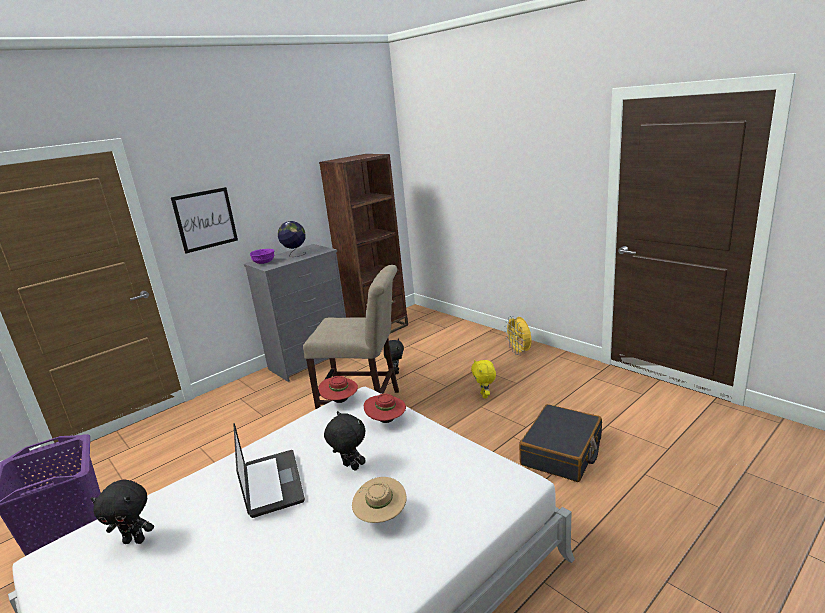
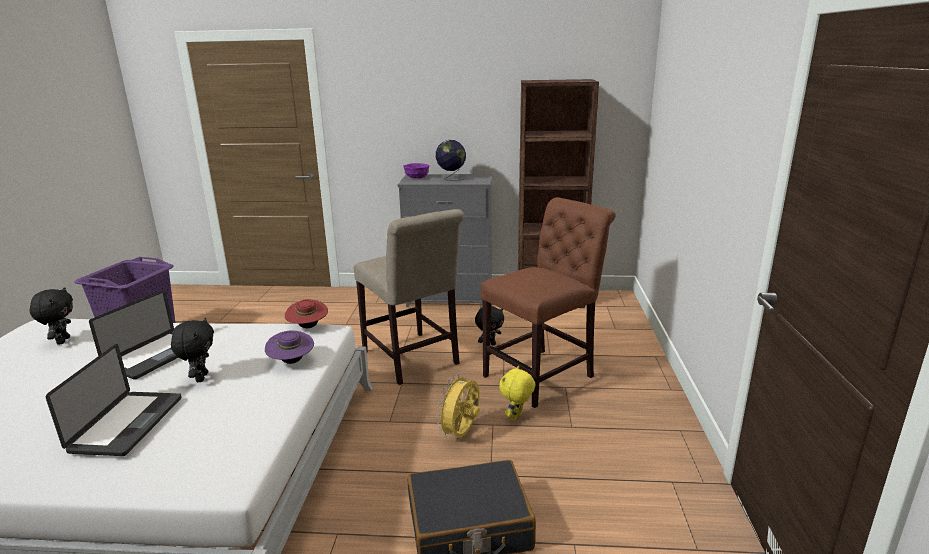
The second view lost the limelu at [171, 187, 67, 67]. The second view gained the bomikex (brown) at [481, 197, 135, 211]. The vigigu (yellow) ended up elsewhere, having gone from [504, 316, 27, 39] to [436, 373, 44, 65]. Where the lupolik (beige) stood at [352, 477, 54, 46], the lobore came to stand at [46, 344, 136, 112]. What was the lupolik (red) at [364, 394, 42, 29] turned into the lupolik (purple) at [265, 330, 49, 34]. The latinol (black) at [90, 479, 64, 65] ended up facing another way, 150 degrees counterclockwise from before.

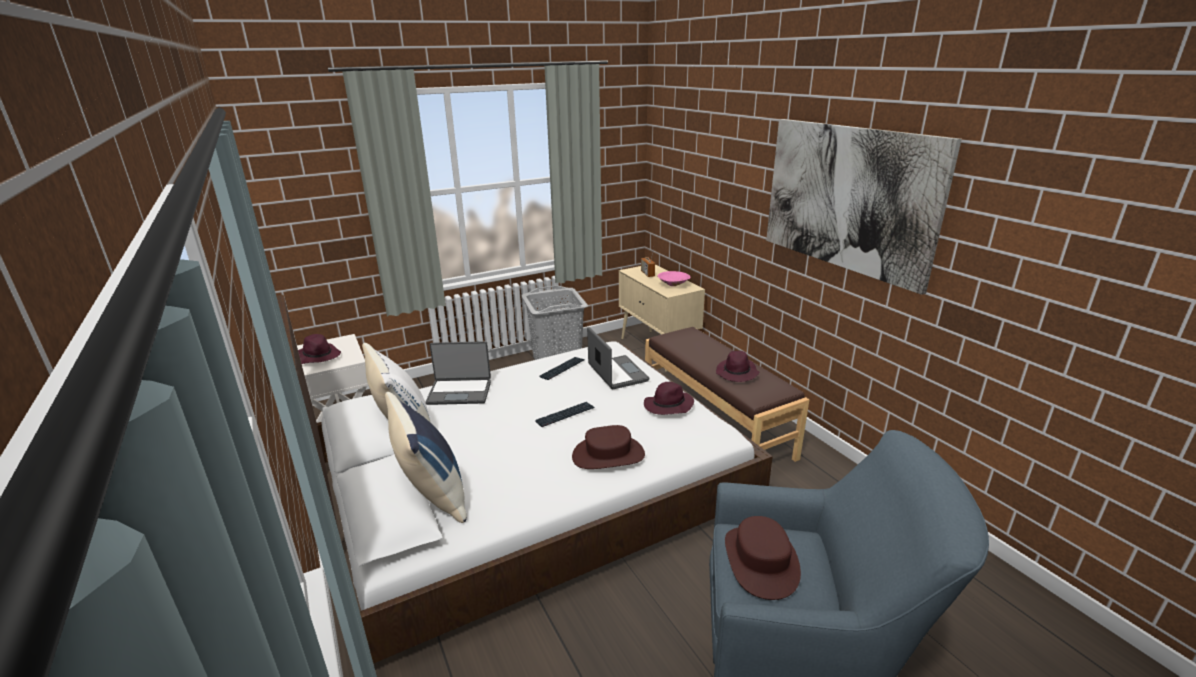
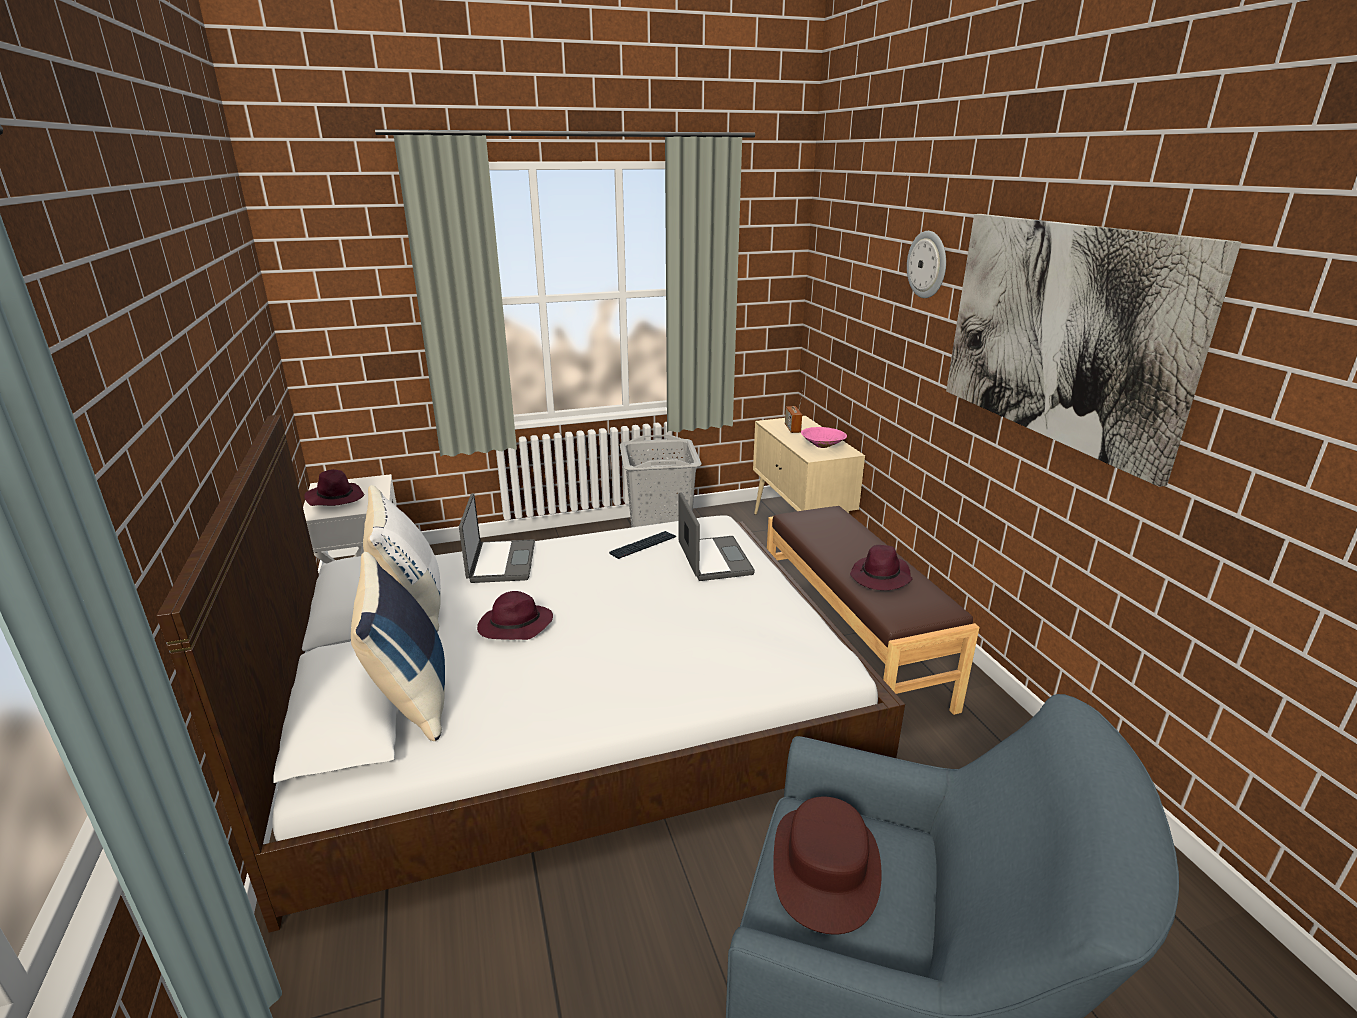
The second view lost the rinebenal at [535, 402, 59, 25]. The second view lost the lupolik (brown) at [572, 425, 73, 44]. The second view gained the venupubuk at [907, 231, 39, 67]. The lupolik (purple) ended up elsewhere, having gone from [644, 382, 50, 33] to [477, 591, 76, 49]. The lobore at [425, 341, 66, 64] ended up facing another way, 105 degrees counterclockwise from before.

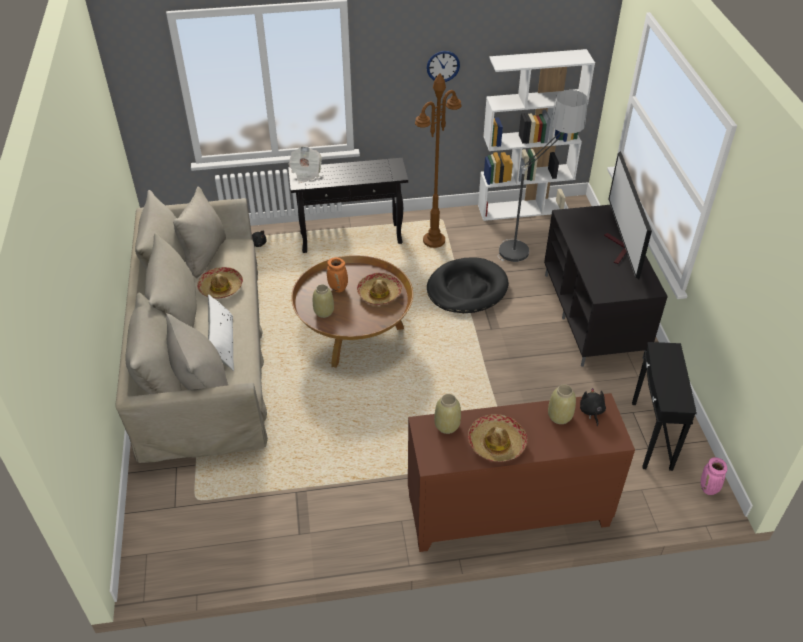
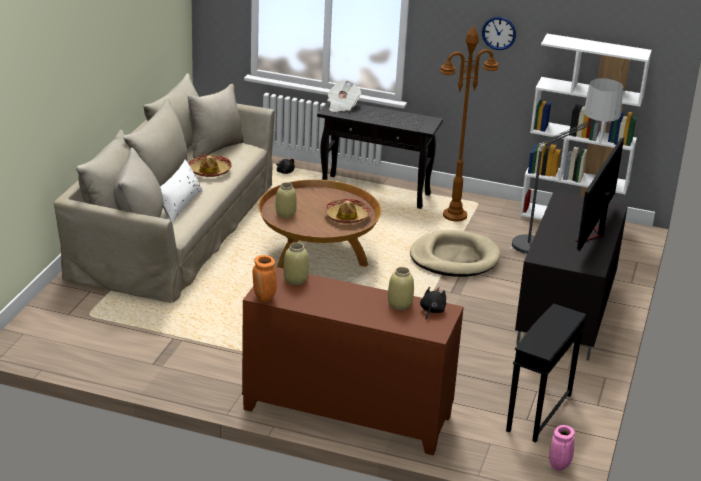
The second view lost the lupolik at [468, 414, 59, 48]. The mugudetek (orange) ended up elsewhere, having gone from [326, 257, 22, 35] to [253, 255, 24, 47]. What was the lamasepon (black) at [427, 258, 81, 55] turned into the lamasepon (beige) at [410, 230, 91, 47].

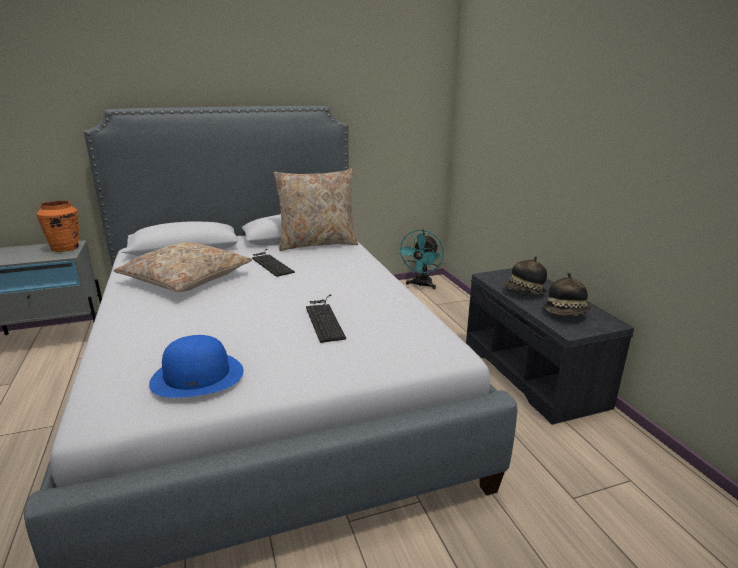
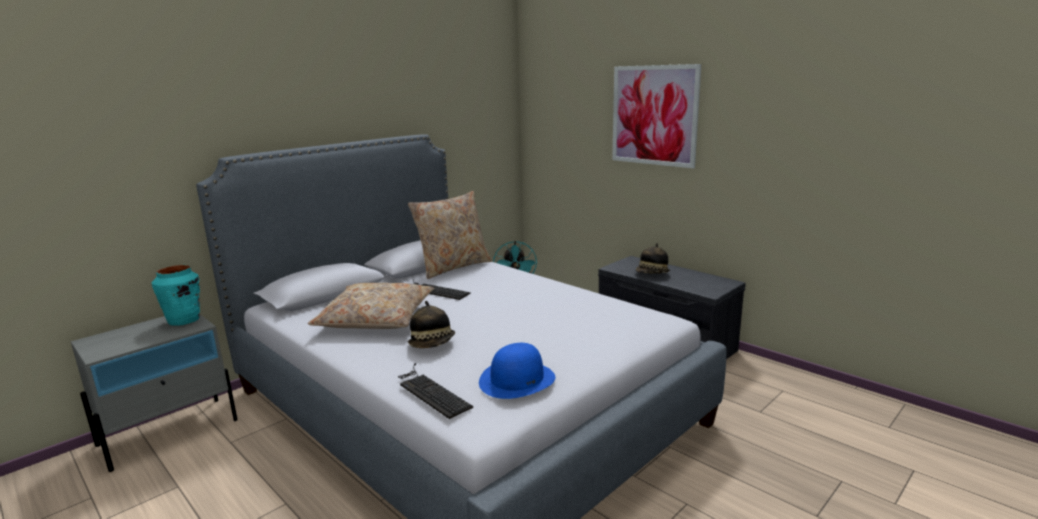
The second view gained the limelu at [612, 64, 89, 104]. The rinebenal ended up elsewhere, having gone from [306, 294, 40, 49] to [398, 363, 75, 56]. The lupolik ended up elsewhere, having gone from [544, 273, 47, 43] to [408, 301, 47, 47]. What was the mugudetek (orange) at [36, 201, 43, 51] turned into the mugudetek (turquoise) at [152, 265, 48, 61].

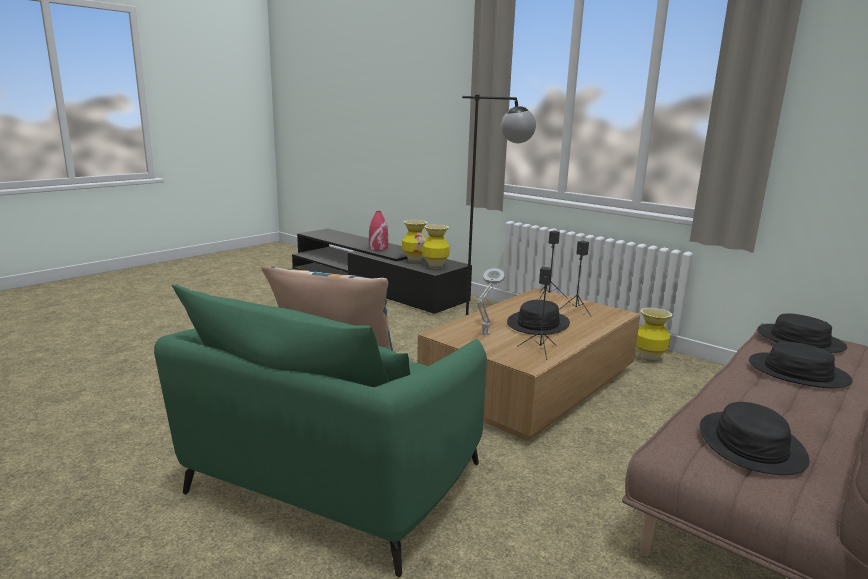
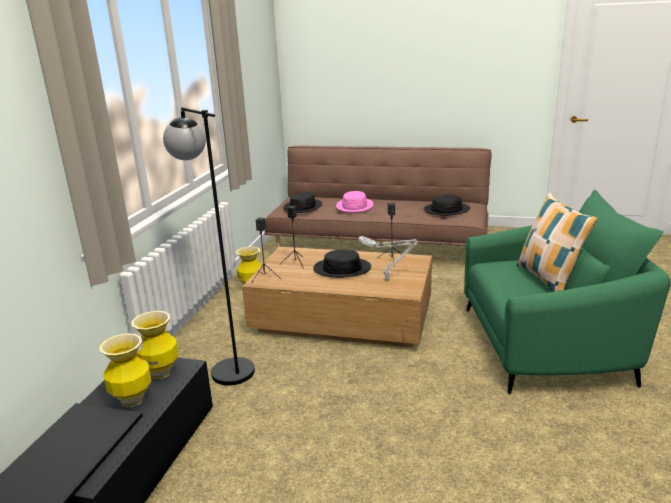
The second view lost the mugudetek (red) at [369, 211, 19, 40]. What was the lupolik (black) at [749, 341, 104, 47] turned into the lupolik (pink) at [336, 191, 37, 21].

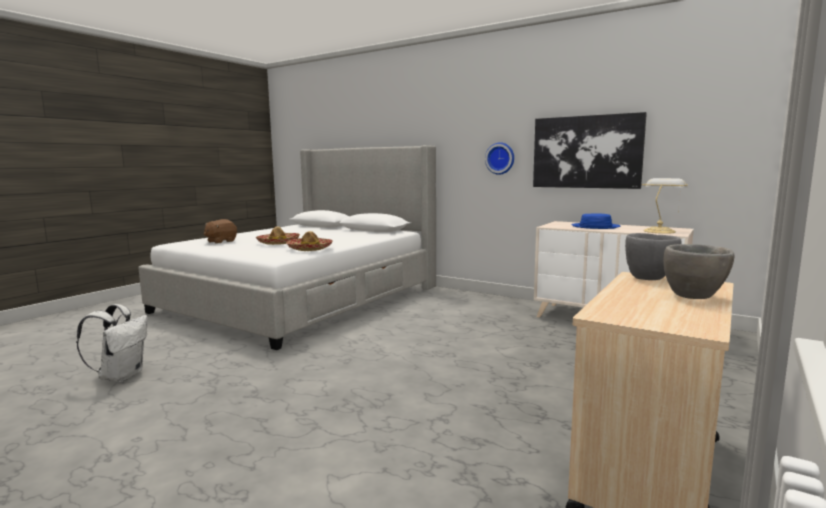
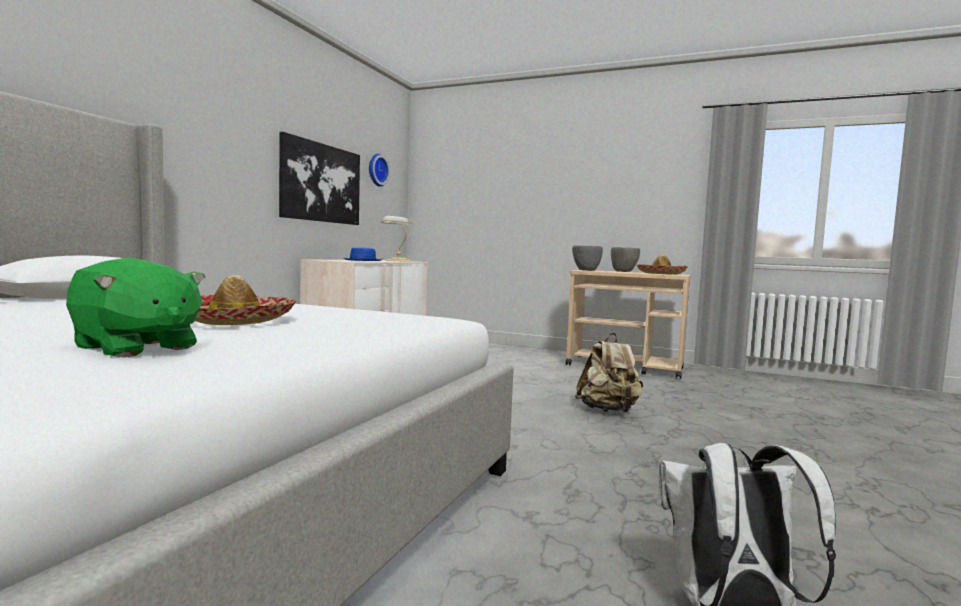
The second view gained the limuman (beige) at [575, 333, 68, 79]. The lupolik ended up elsewhere, having gone from [286, 231, 47, 20] to [637, 255, 51, 20]. The venupubuk ended up elsewhere, having gone from [485, 142, 29, 33] to [369, 153, 21, 34]. What was the latinol (brown) at [204, 219, 33, 25] turned into the latinol (green) at [66, 258, 139, 100].

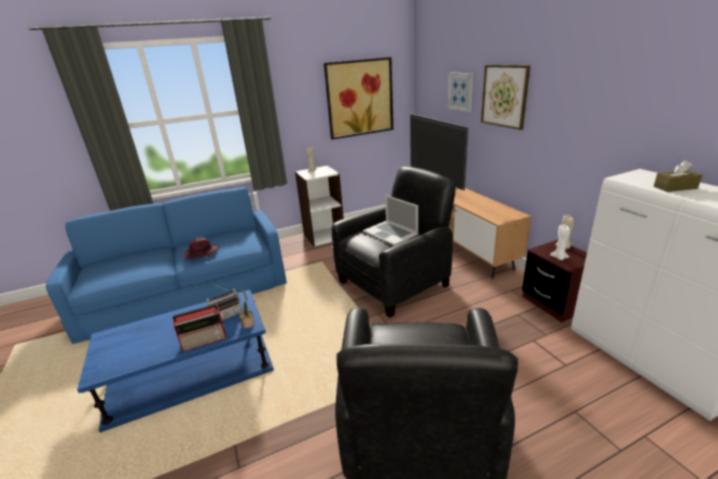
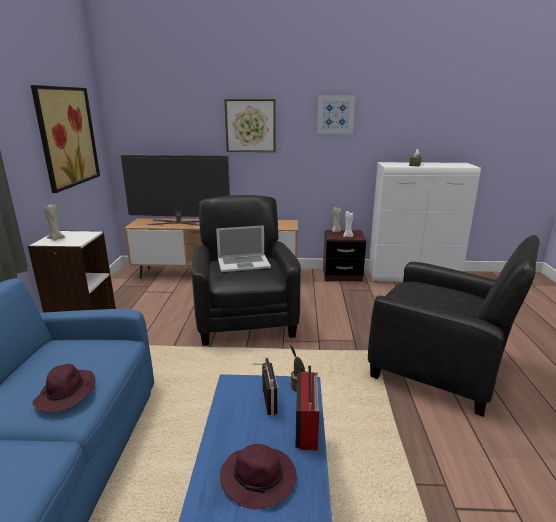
The second view gained the lupolik (purple) at [220, 444, 77, 65]. The limelu ended up elsewhere, having gone from [447, 72, 26, 40] to [317, 95, 38, 39].

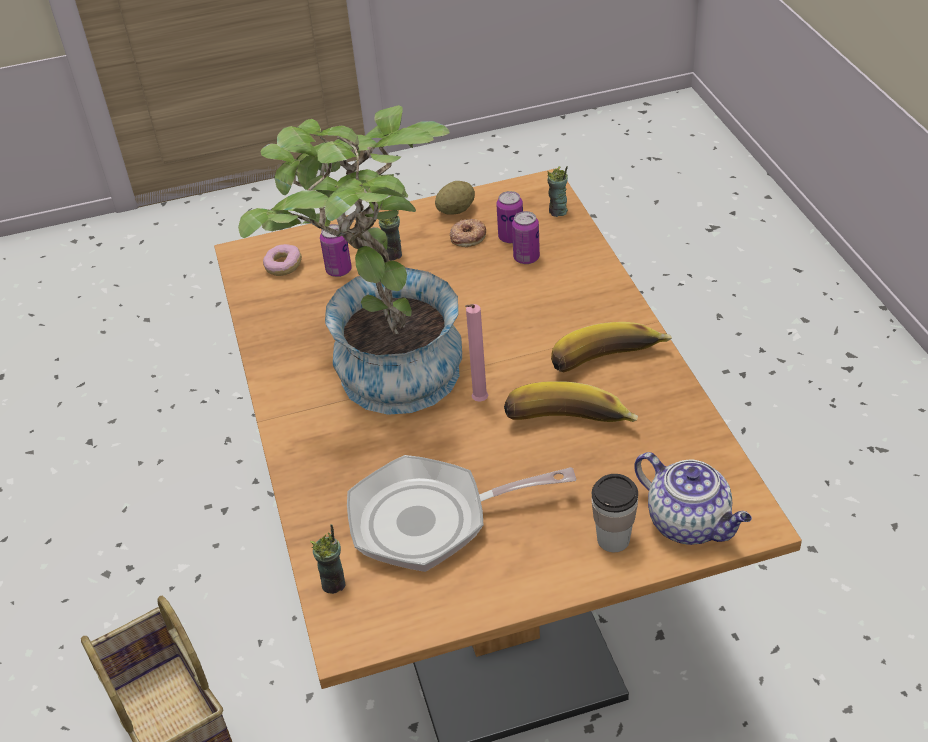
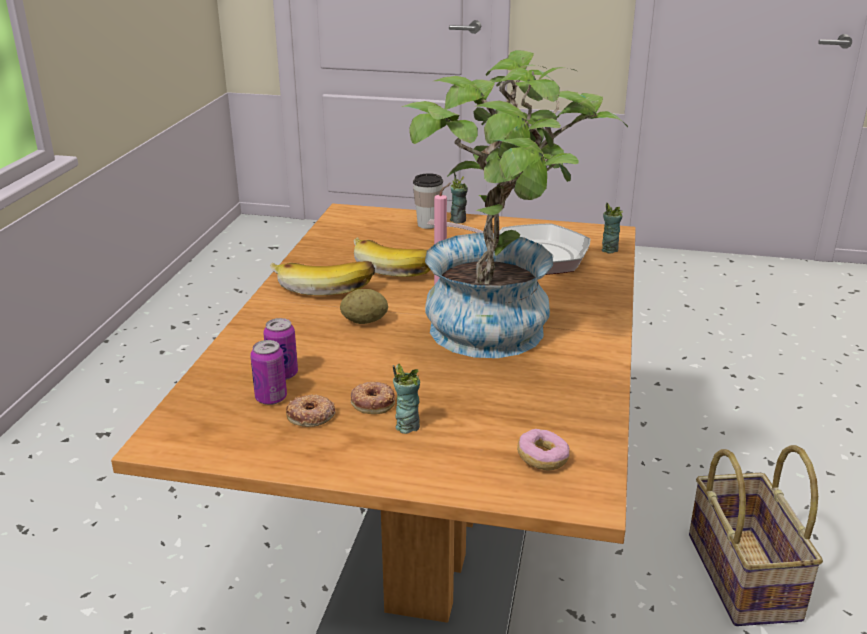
The second view lost the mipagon at [320, 224, 32, 53]. The second view lost the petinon at [634, 452, 118, 93]. The second view gained the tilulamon at [351, 382, 44, 32]. The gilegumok ended up elsewhere, having gone from [435, 181, 40, 34] to [340, 289, 48, 35]. The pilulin ended up elsewhere, having gone from [547, 166, 21, 51] to [450, 172, 18, 52].

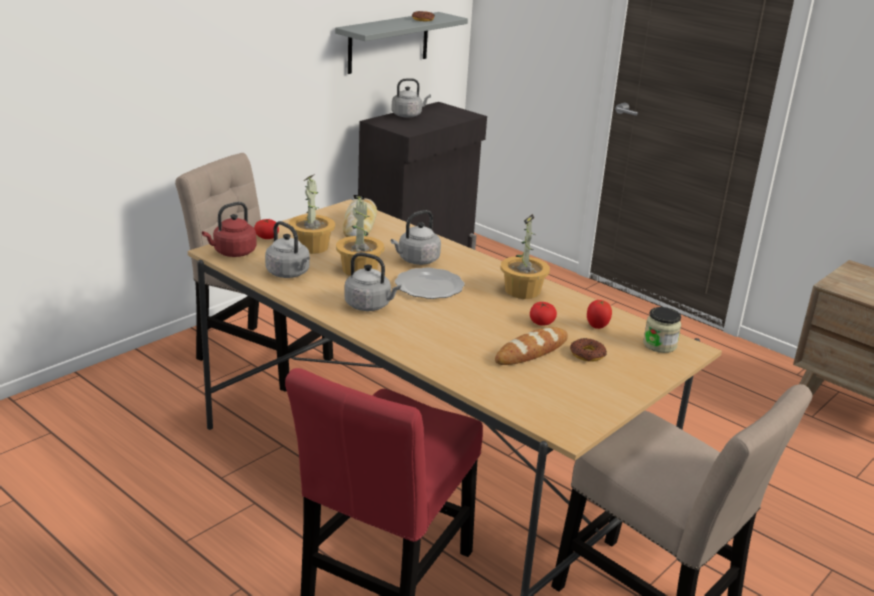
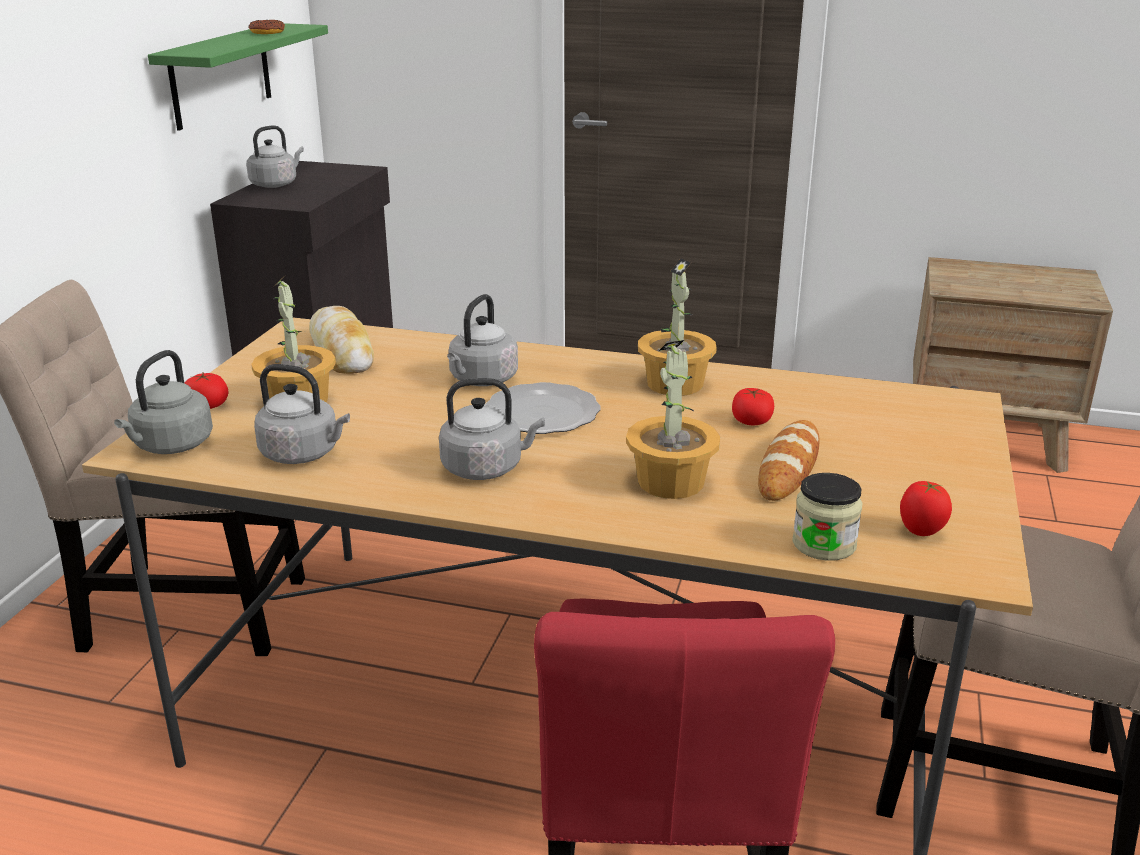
The second view lost the tilulamon at [570, 338, 37, 23]. The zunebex ended up elsewhere, having gone from [336, 195, 48, 81] to [626, 340, 94, 159]. The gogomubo ended up elsewhere, having gone from [587, 300, 25, 29] to [900, 481, 52, 55]. The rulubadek ended up elsewhere, having gone from [643, 307, 38, 46] to [792, 473, 70, 88]. What was the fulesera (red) at [202, 202, 55, 55] turned into the fulesera (grey) at [114, 350, 99, 104]. What was the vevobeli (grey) at [335, 12, 133, 62] turned into the vevobeli (green) at [148, 23, 180, 108].

